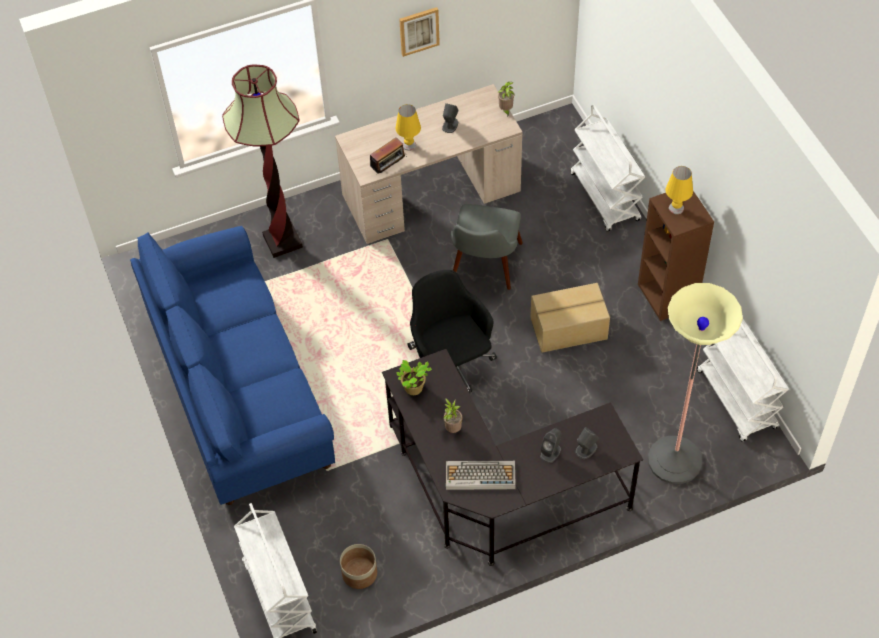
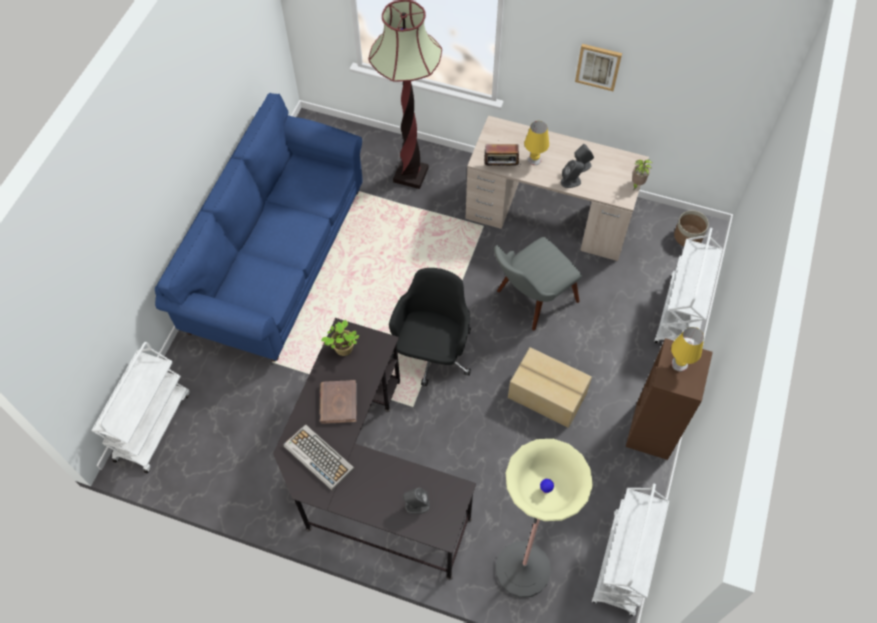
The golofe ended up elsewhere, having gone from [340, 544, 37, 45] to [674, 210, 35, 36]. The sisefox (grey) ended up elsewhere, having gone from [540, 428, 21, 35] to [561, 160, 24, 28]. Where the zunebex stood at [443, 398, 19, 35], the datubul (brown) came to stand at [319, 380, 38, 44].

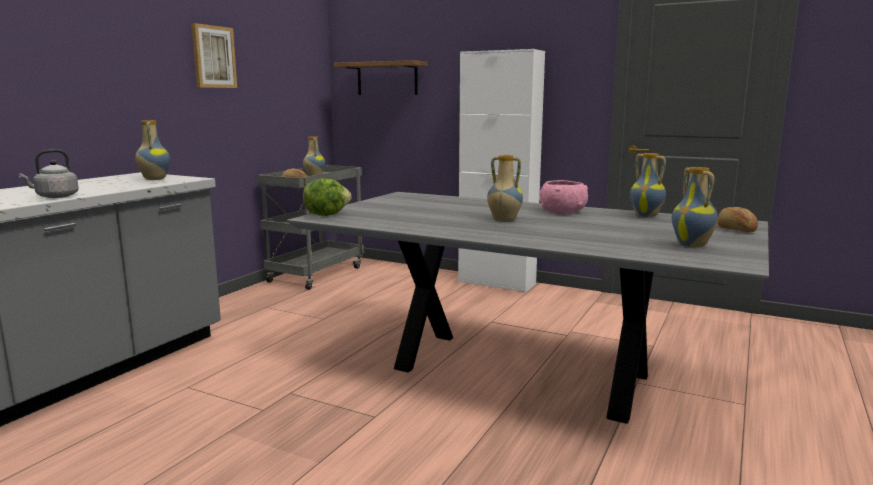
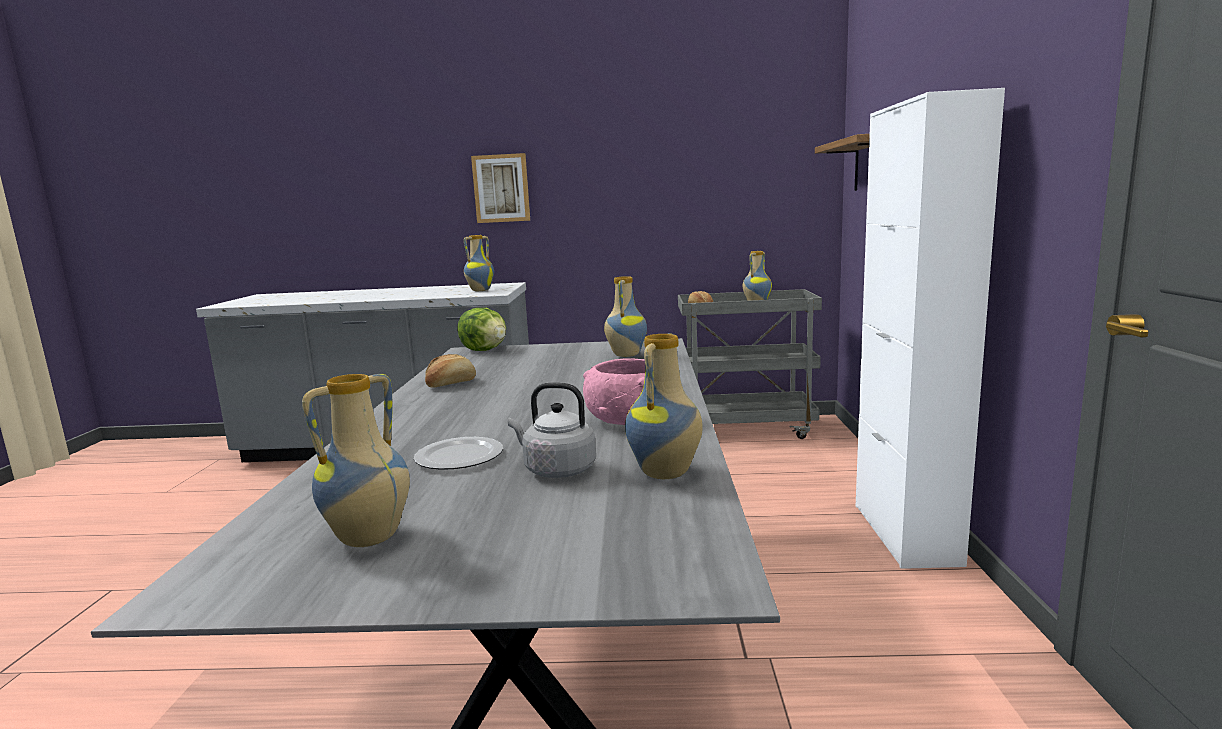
The second view gained the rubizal at [414, 437, 89, 33]. The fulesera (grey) ended up elsewhere, having gone from [19, 149, 60, 49] to [508, 383, 88, 95]. The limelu ended up elsewhere, having gone from [191, 23, 46, 65] to [471, 153, 59, 70]. The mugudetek ended up elsewhere, having gone from [487, 155, 36, 67] to [604, 276, 43, 81]. The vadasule ended up elsewhere, having gone from [718, 207, 40, 25] to [425, 354, 51, 34].

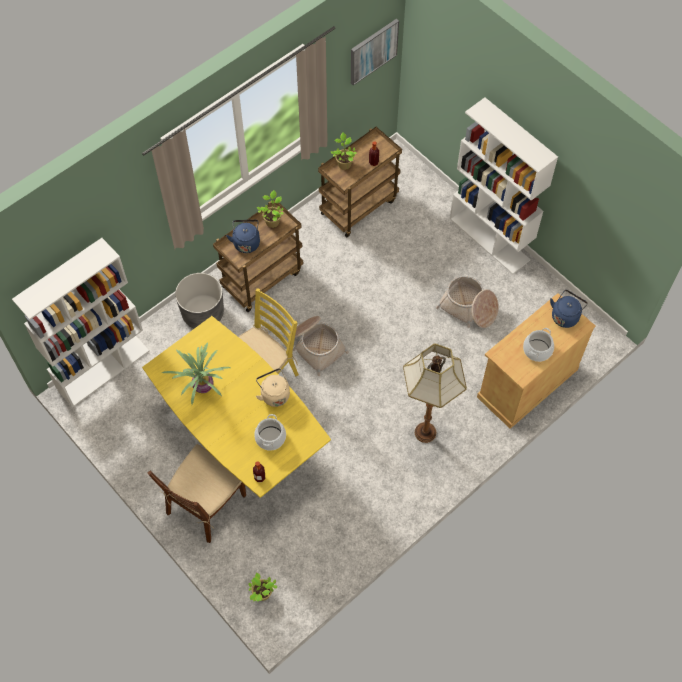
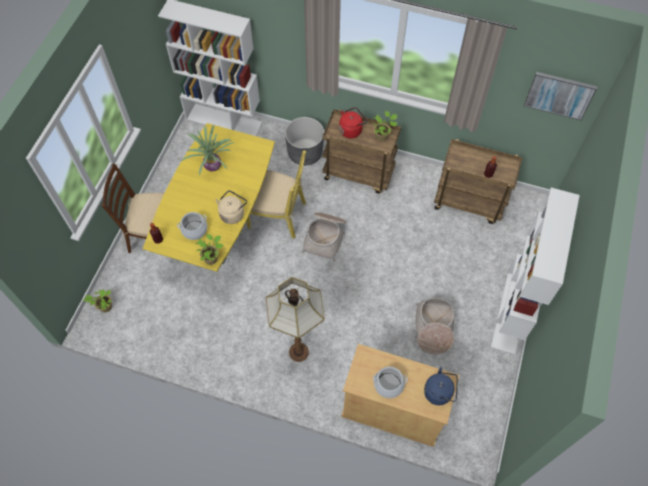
The zunebex ended up elsewhere, having gone from [331, 132, 26, 38] to [195, 234, 28, 31]. What was the fulesera (blue) at [226, 220, 34, 33] turned into the fulesera (red) at [339, 107, 29, 31].

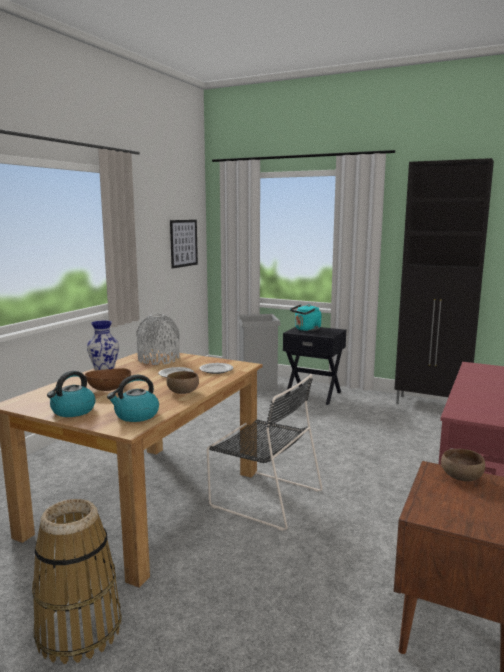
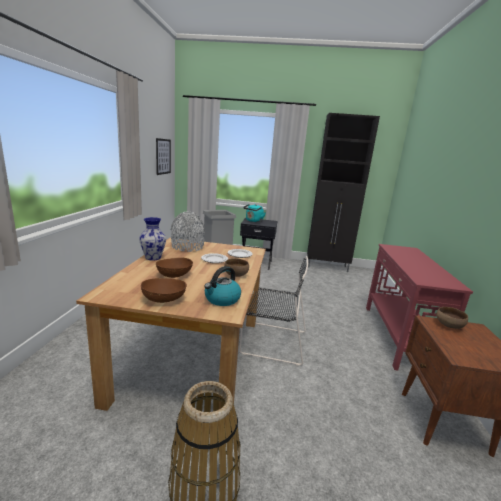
Where the fulesera stood at [47, 371, 49, 46], the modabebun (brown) came to stand at [141, 278, 46, 25].

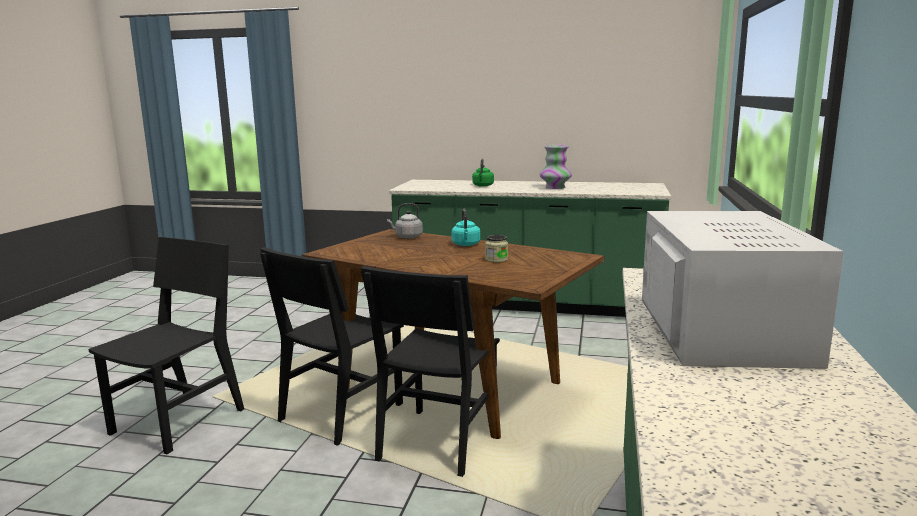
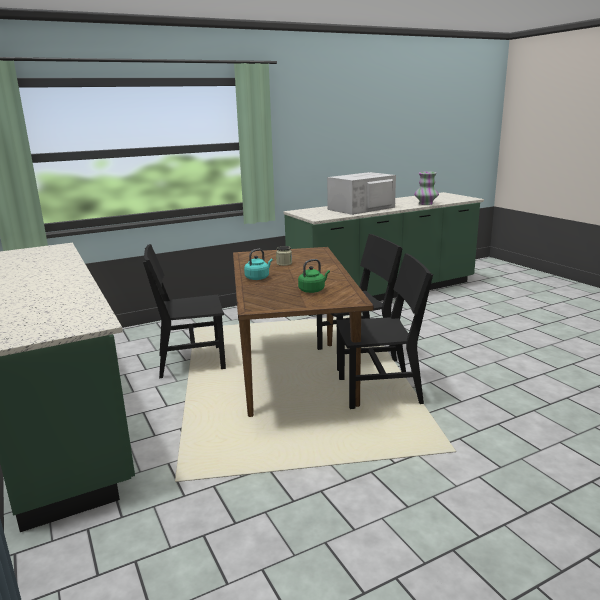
The second view lost the fulesera (grey) at [387, 203, 36, 35]. The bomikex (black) ended up elsewhere, having gone from [89, 237, 155, 217] to [143, 244, 83, 134]. The fulesera (green) ended up elsewhere, having gone from [472, 159, 22, 28] to [298, 259, 32, 34]. The mugudetek ended up elsewhere, having gone from [540, 145, 32, 44] to [414, 171, 25, 34].

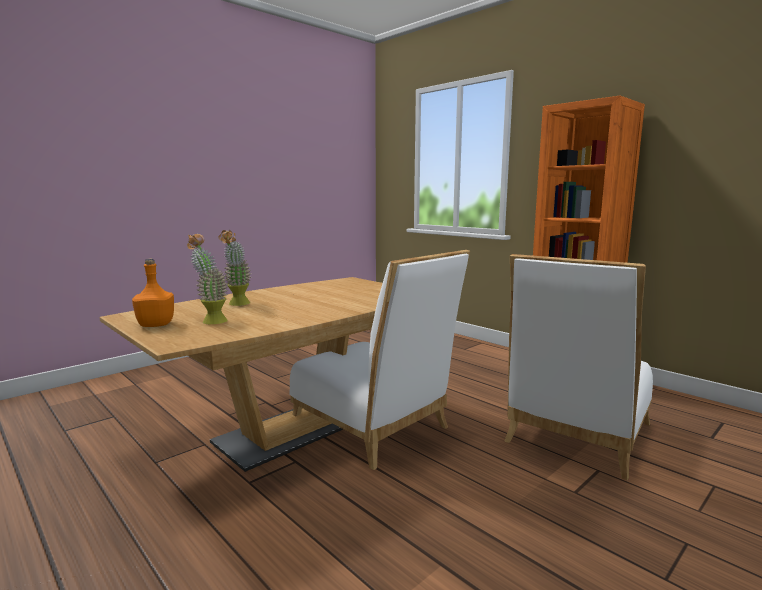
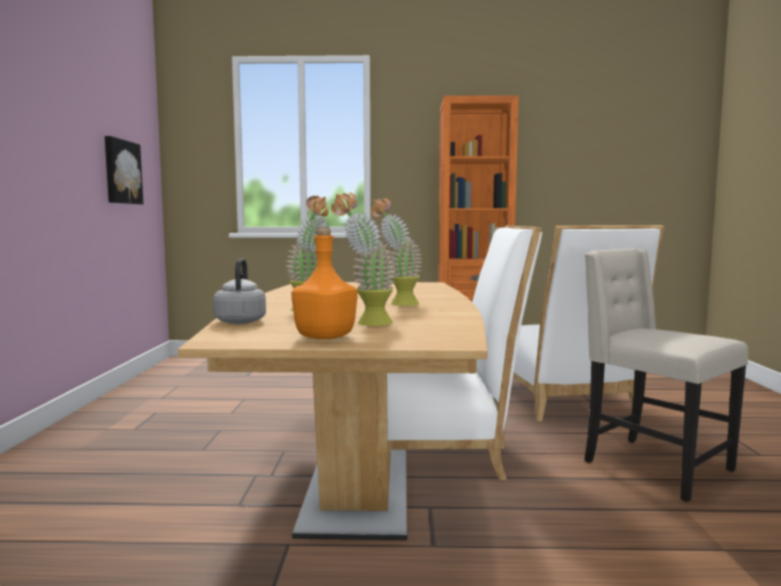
The second view gained the limelu at [105, 136, 38, 68]. The second view gained the fulesera (grey) at [213, 258, 53, 66]. The second view gained the zunebex at [371, 198, 51, 108]. The second view gained the bomikex (beige) at [585, 248, 163, 254].

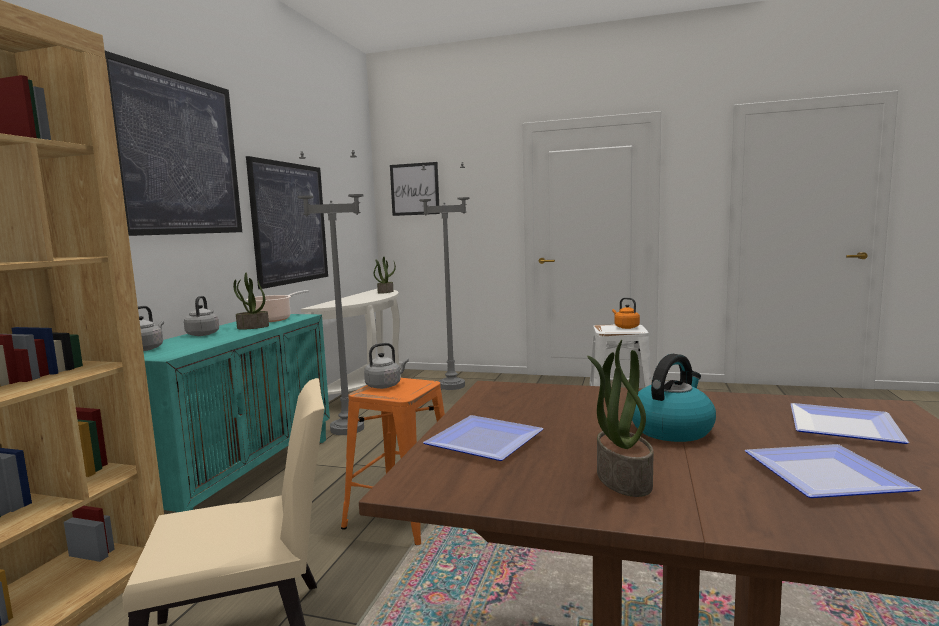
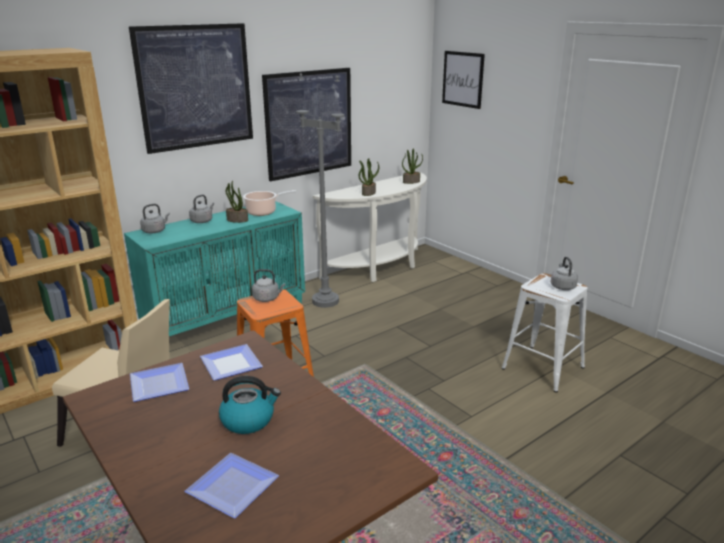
The second view lost the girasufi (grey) at [419, 162, 51, 228]. The zunebex ended up elsewhere, having gone from [587, 340, 67, 157] to [359, 158, 20, 38]. The rubizal ended up elsewhere, having gone from [791, 403, 118, 41] to [200, 344, 63, 36]. What was the fulesera (orange) at [612, 298, 28, 31] turned into the fulesera (grey) at [551, 257, 27, 33].

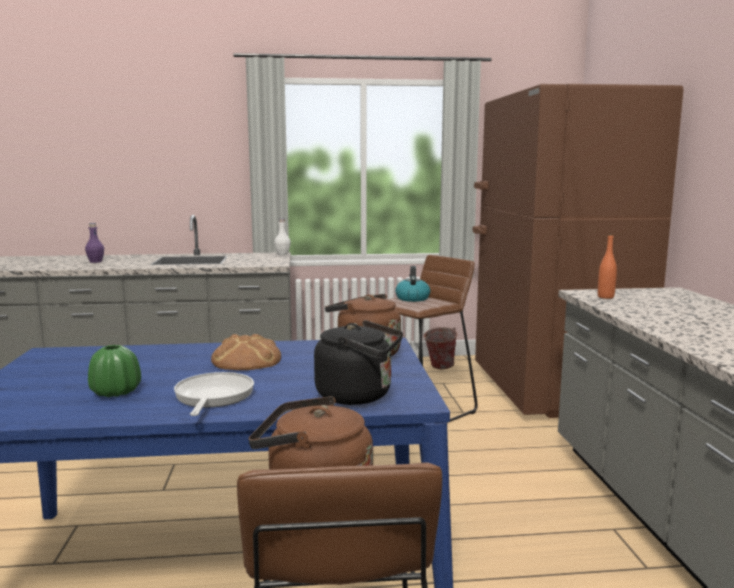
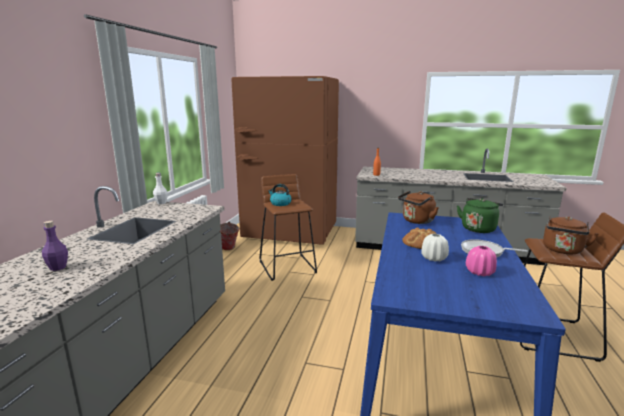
The second view gained the mugudetek (white) at [421, 234, 28, 28]. What was the mugudetek (green) at [88, 345, 53, 52] turned into the mugudetek (pink) at [466, 246, 31, 30]. What was the fulesera (black) at [314, 320, 89, 85] turned into the fulesera (green) at [457, 198, 46, 35].

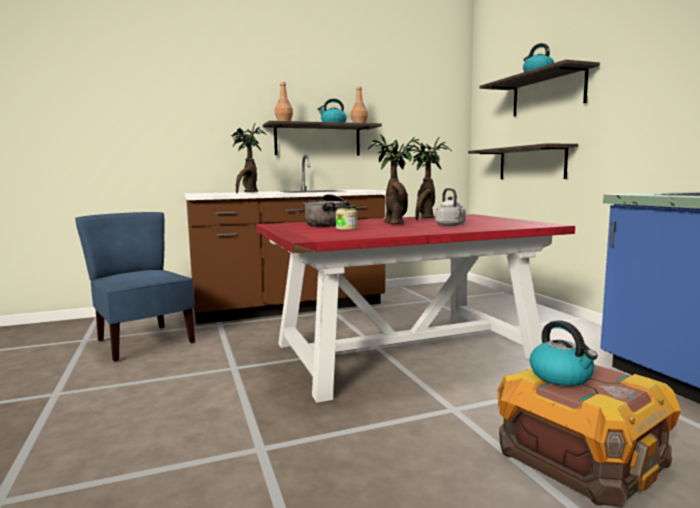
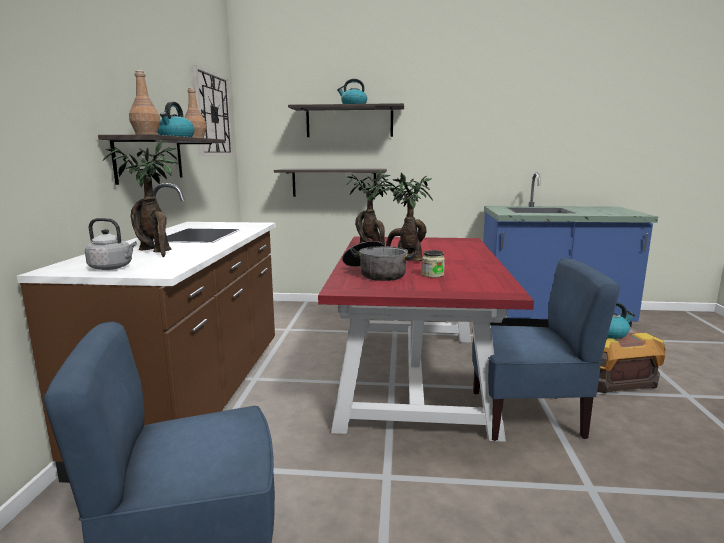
The second view gained the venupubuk at [192, 65, 41, 91]. The second view gained the bomikex (blue) at [473, 258, 147, 183]. The fulesera (grey) ended up elsewhere, having gone from [435, 188, 31, 38] to [85, 218, 52, 52].

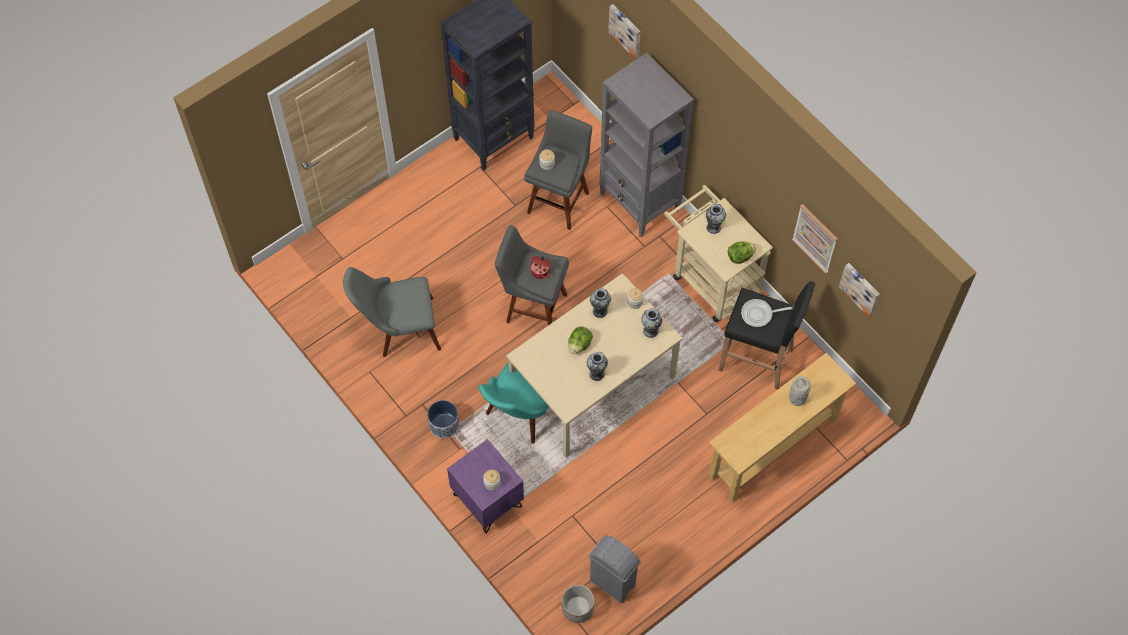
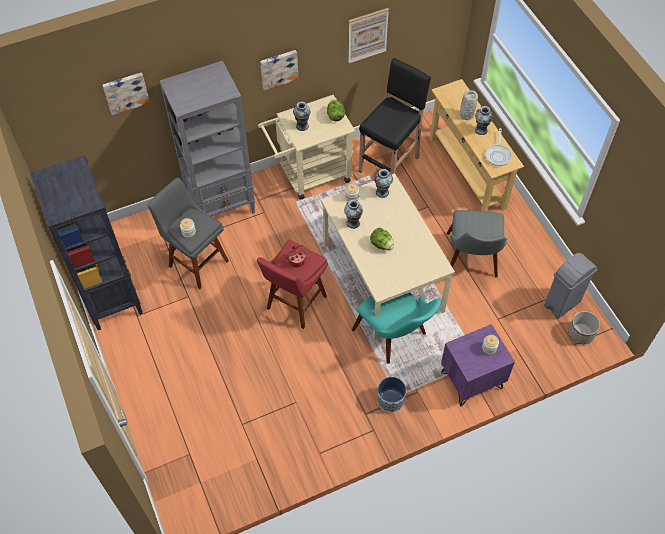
The bomikex (grey) ended up elsewhere, having gone from [343, 267, 98, 90] to [447, 210, 60, 68]. The mugudetek ended up elsewhere, having gone from [587, 352, 21, 29] to [475, 106, 18, 29]. The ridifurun ended up elsewhere, having gone from [741, 299, 53, 28] to [486, 128, 26, 38]. The limelu ended up elsewhere, having gone from [839, 263, 41, 54] to [260, 50, 38, 40]. What was the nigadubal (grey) at [495, 225, 74, 100] turned into the nigadubal (red) at [257, 239, 71, 90].

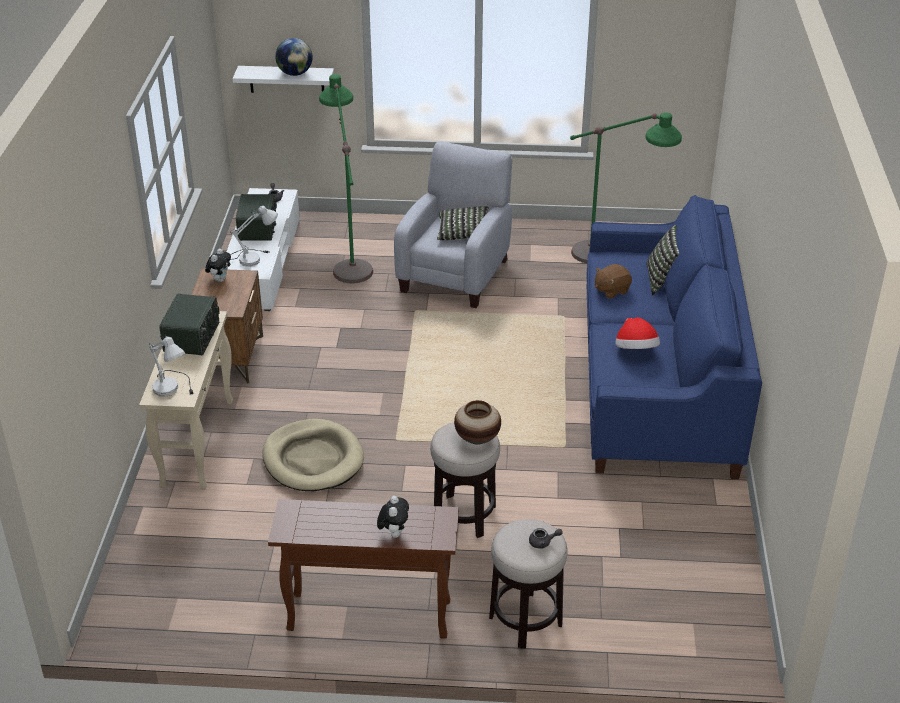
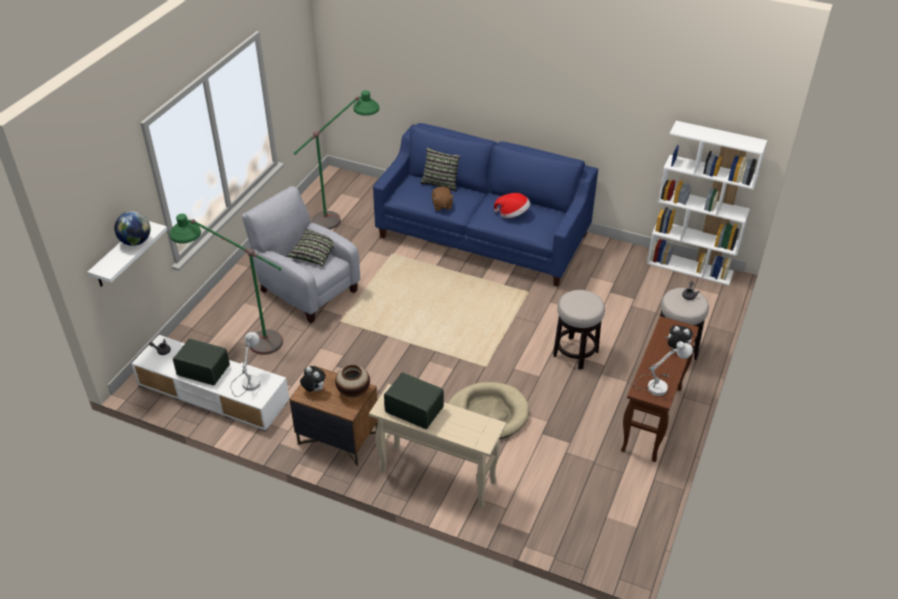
The second view gained the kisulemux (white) at [647, 121, 120, 165]. The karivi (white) ended up elsewhere, having gone from [149, 335, 44, 62] to [634, 341, 59, 55]. The mugudetek ended up elsewhere, having gone from [454, 400, 47, 45] to [335, 365, 35, 32].

